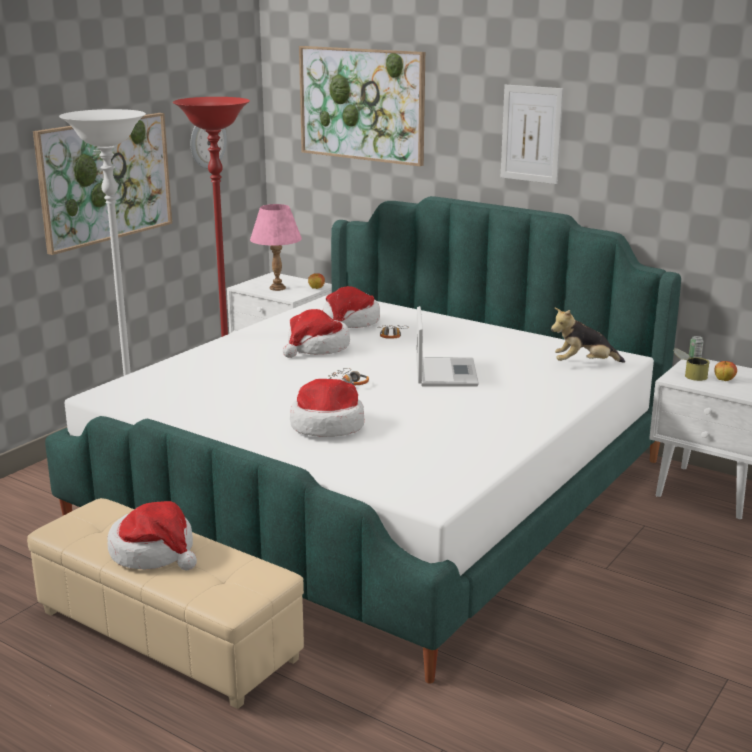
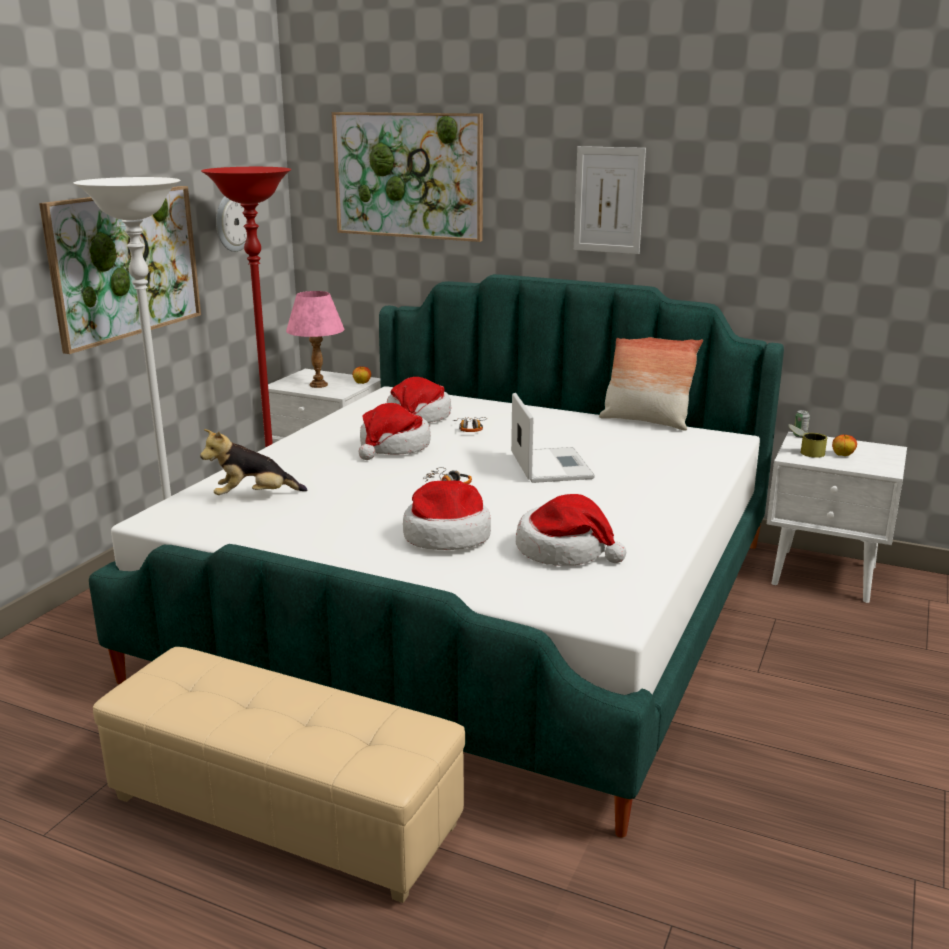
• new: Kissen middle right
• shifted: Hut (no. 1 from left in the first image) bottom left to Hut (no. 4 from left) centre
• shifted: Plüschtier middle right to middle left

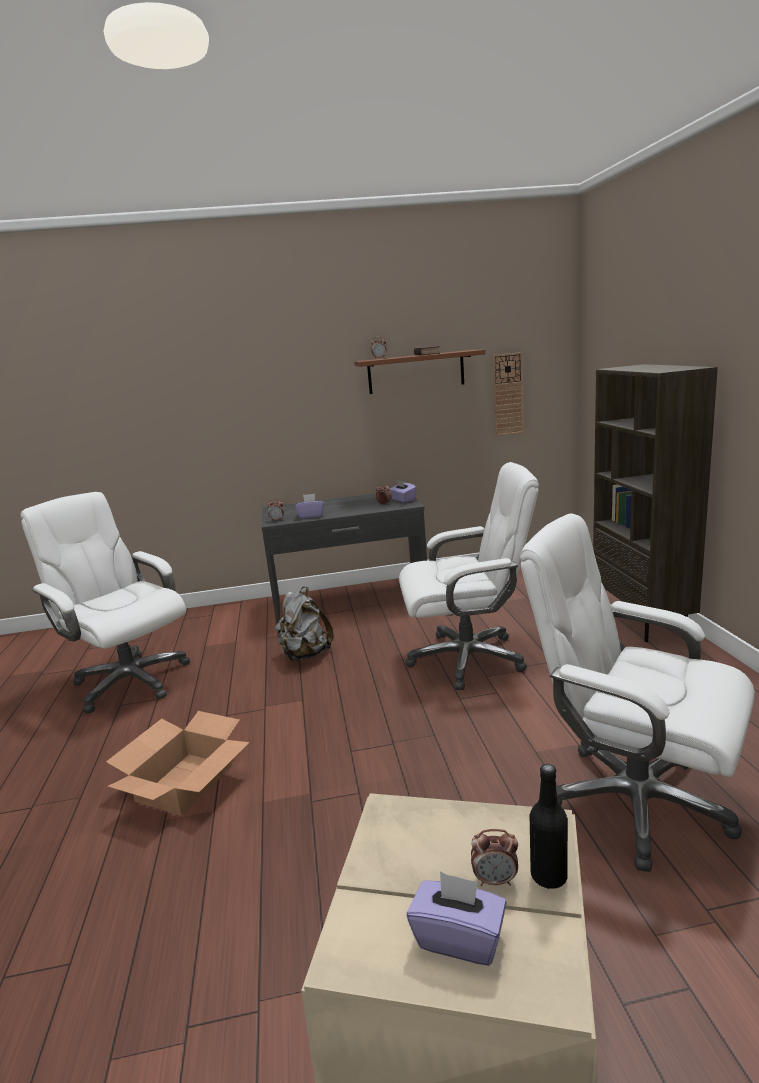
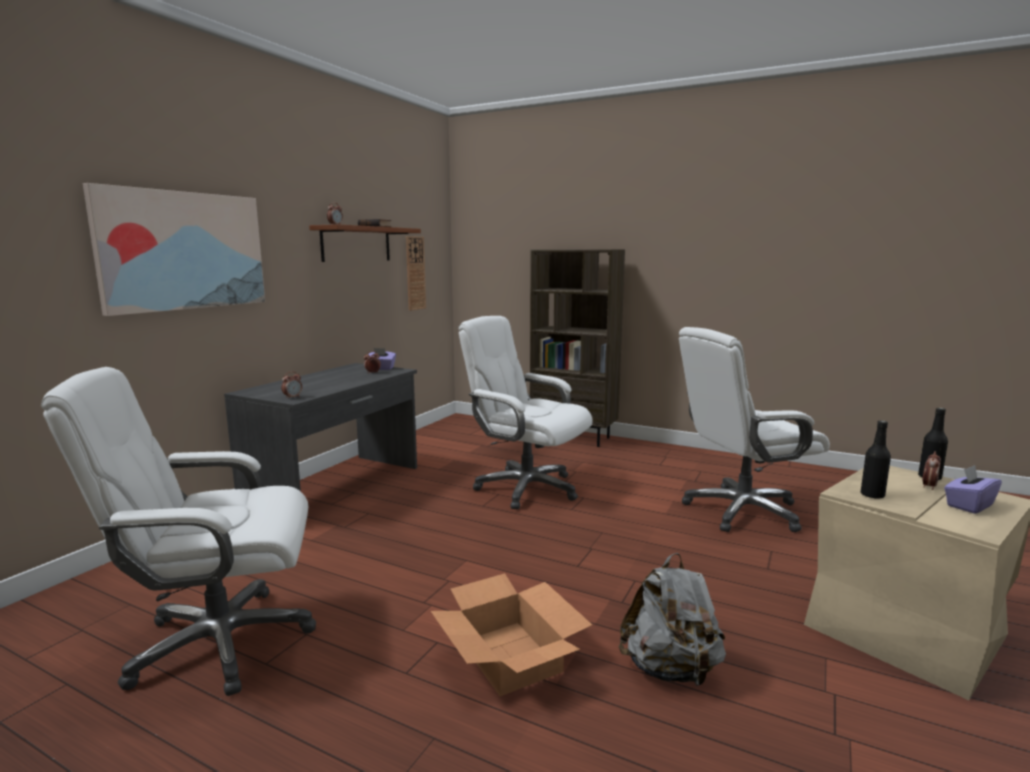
• gone: Taschentuchbox (lila) (no. 1 from left) centre
• new: Bild top left
• new: Flasche (schwarz) (no. 1 from left) middle right
• shifted: Rucksack (grau) centre to bottom centre
• rotated: Bürostuhl (weiß) (no. 2 from left) centre = centre 90 degrees counterclockwise

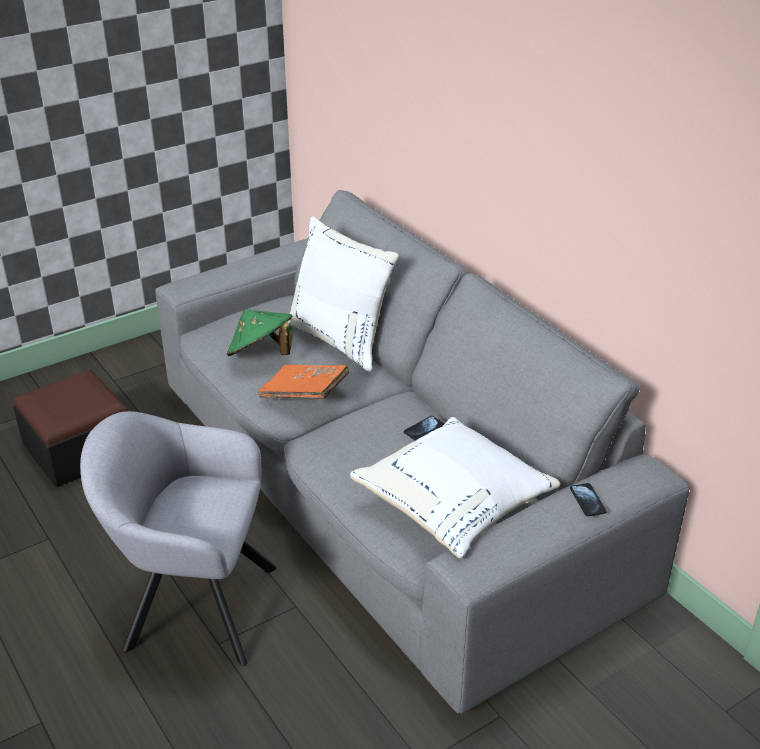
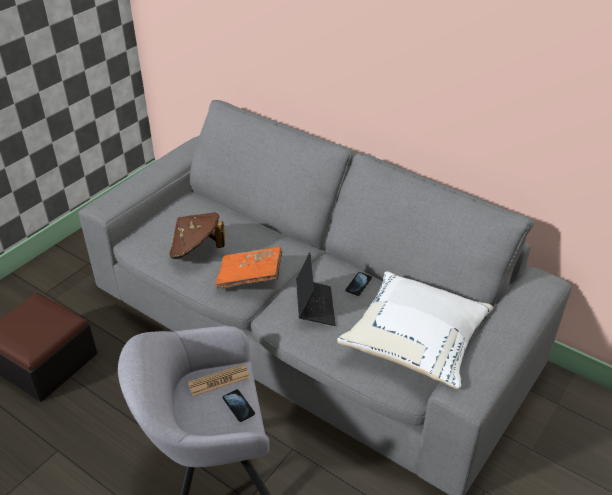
• gone: Kissen (weiß) (no. 1 from left) centre
• new: Zeitung bottom centre
• new: Laptop centre
• shifted: Handy (no. 2 from left in the first image) middle right to Handy (no. 1 from left) bottom centre
• repainted: Hut (grün) centre to Hut (braun) middle left

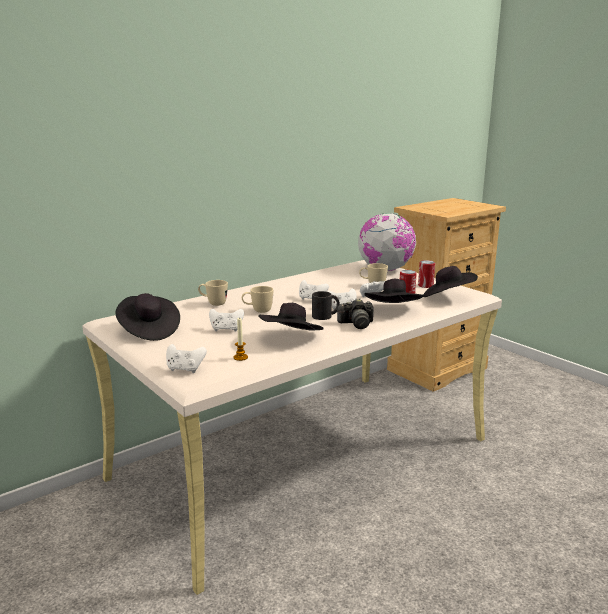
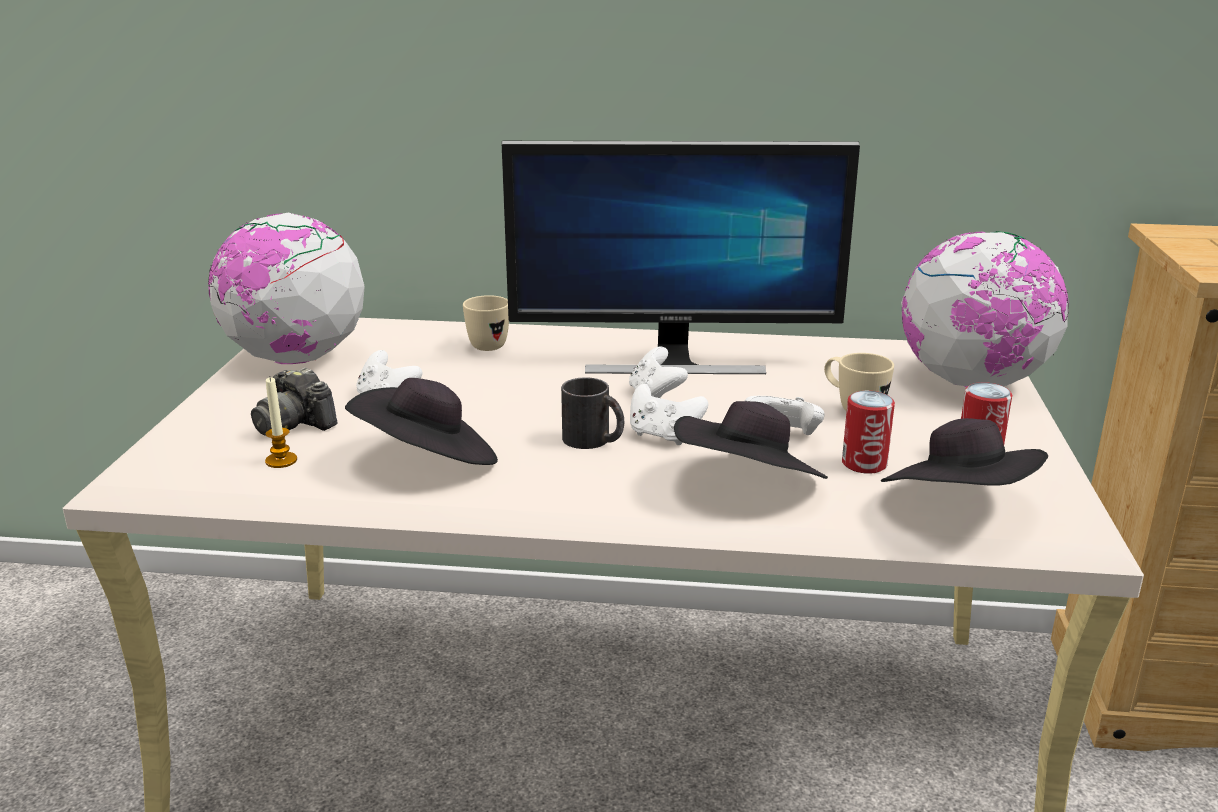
• gone: Gamepad (weiß) (no. 1 from left) middle left
• gone: Henkelbecher (beige) (no. 2 from left) centre
• new: Monitor top centre
• shifted: Kamera centre to middle left
• swapped: Hut (schwarz) (no. 1 from left) middle left to Globus (no. 1 from left) middle left

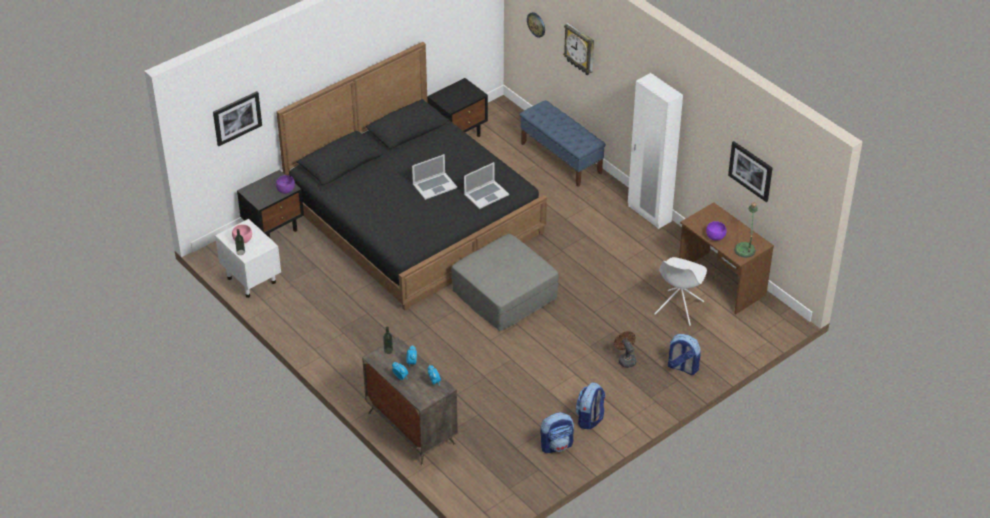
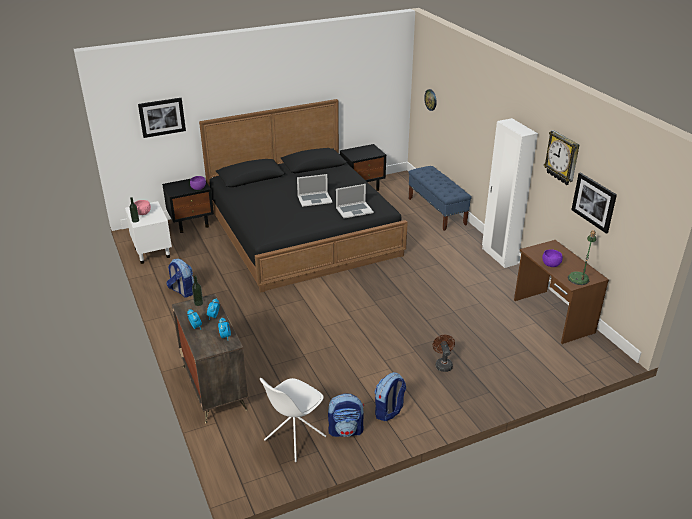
• gone: Polsterhocker (grau) centre
• shifted: Wanduhr (no. 2 from left) top centre to top right
• shifted: Stuhl (weiß) middle right to bottom centre
• shifted: Rucksack (no. 3 from left in the first image) bottom right to Rucksack (no. 1 from left) middle left

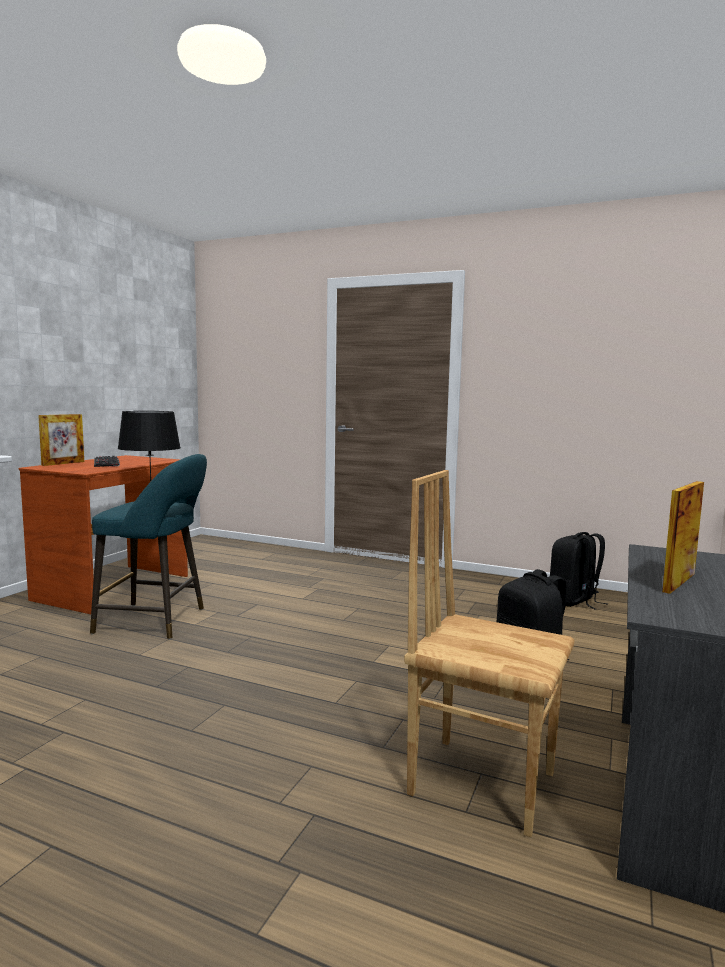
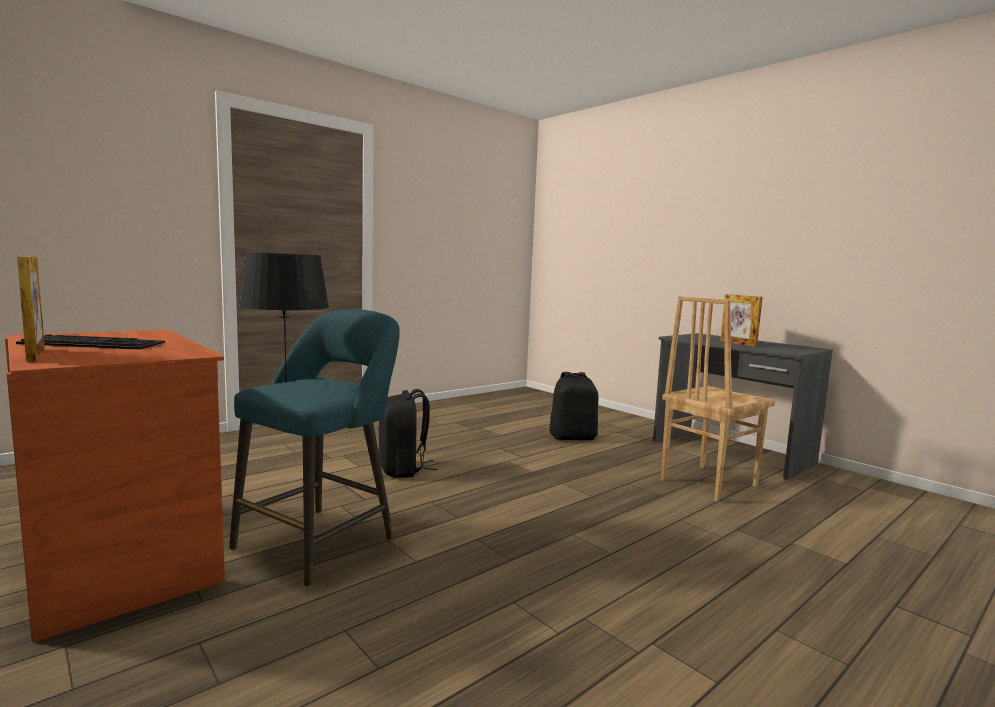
• shifted: Rucksack (schwarz) (no. 2 from left in the first image) middle right to Rucksack (schwarz) (no. 1 from left) centre

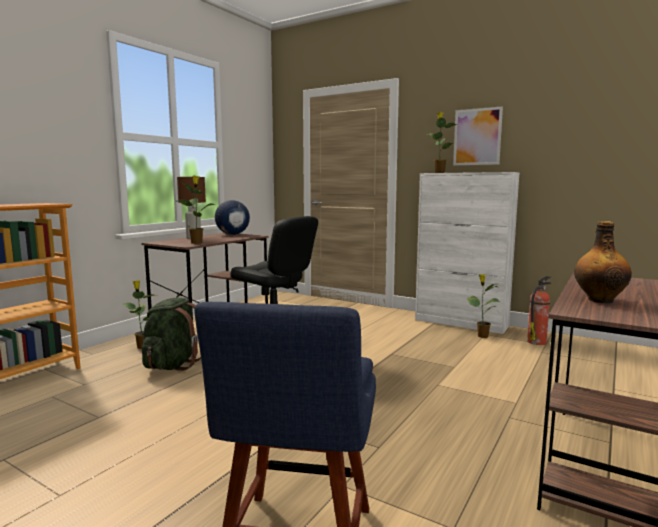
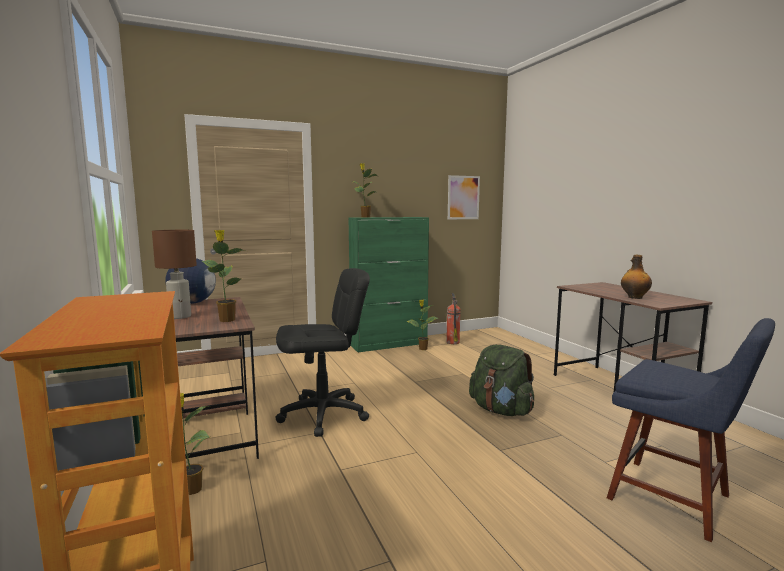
• shifted: Rucksack (grün) middle left to centre
• shifted: Bild top right to centre
• repainted: Schrank (weiß) middle right to Schrank (grün) centre

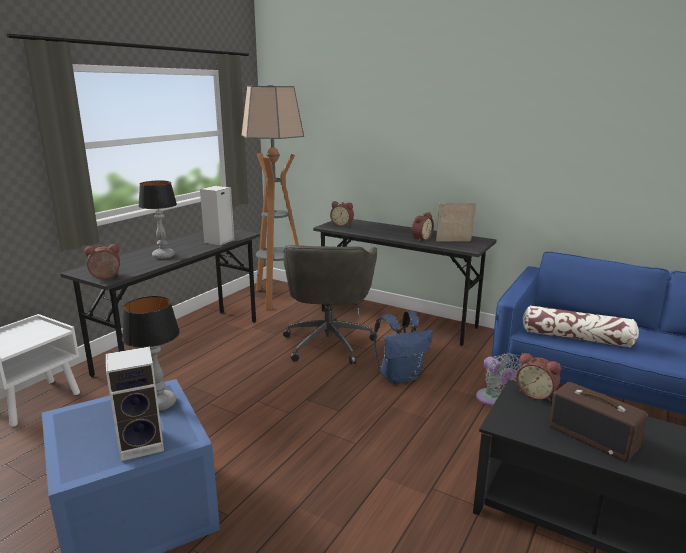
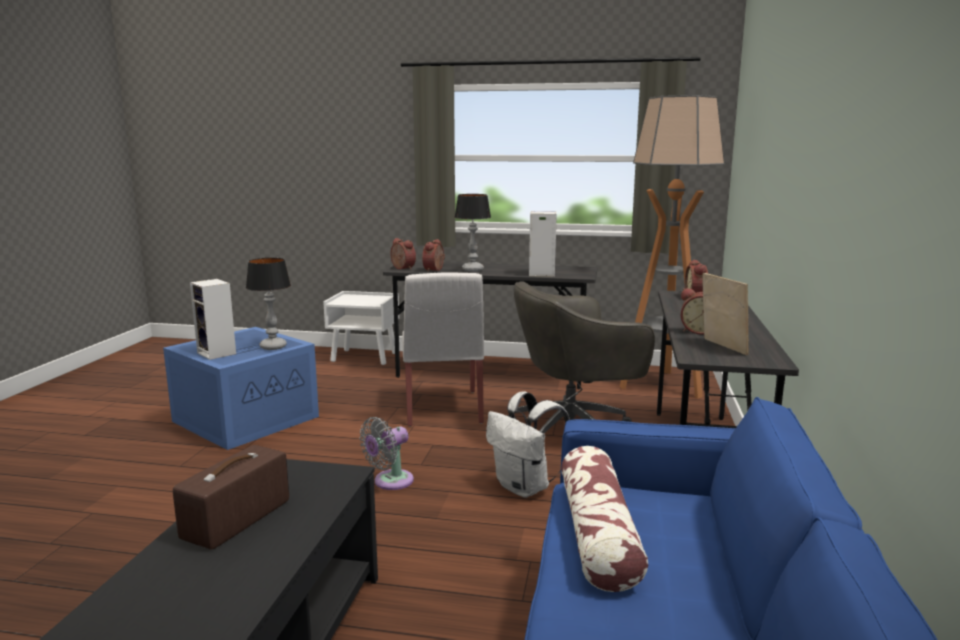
• new: Stuhl (weiß) centre
• shifted: Ventilator (grau) bottom right to bottom centre
• shifted: Wecker (no. 4 from left in the first image) bottom right to Wecker (no. 2 from left) centre
• repainted: Rucksack (blau) centre to Rucksack (weiß) bottom centre

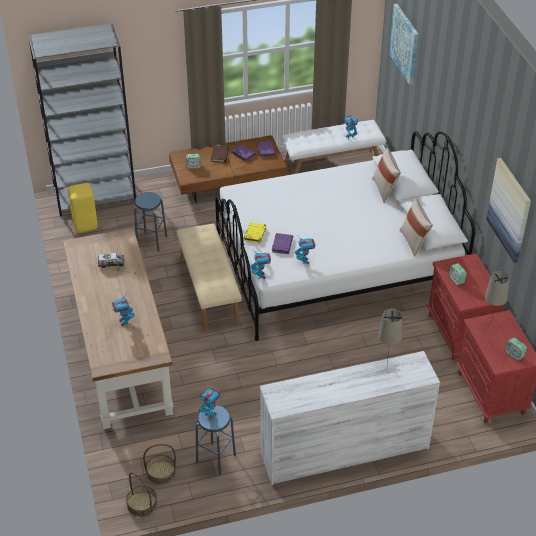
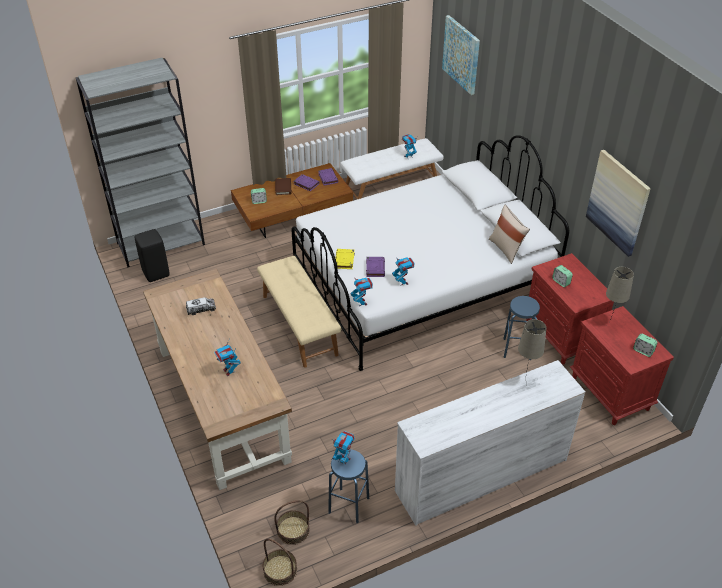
• gone: Kissen (beige) (no. 1 from left) top right
• shifted: Hocker (blau) (no. 1 from left in the first image) middle left to Hocker (blau) (no. 2 from left) middle right
• repainted: Hocker (gelb) middle left to Hocker (schwarz) middle left

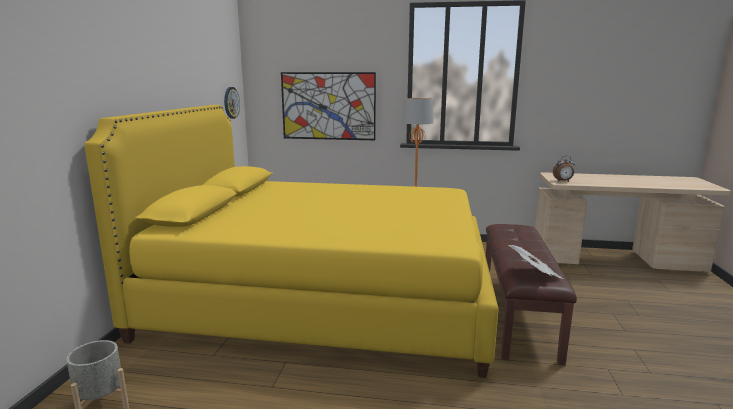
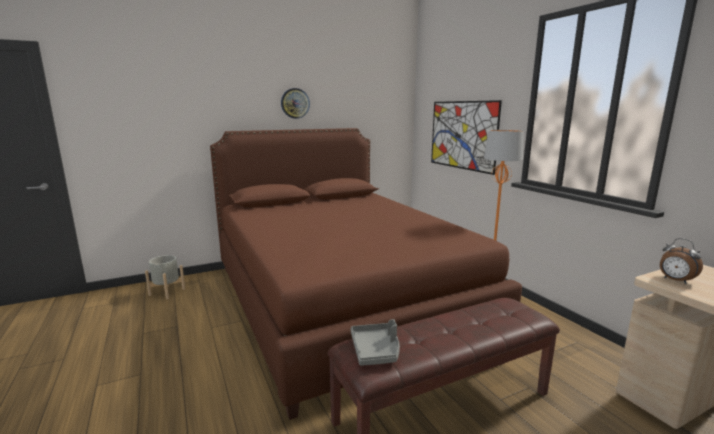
• shifted: Wanduhr top left to top centre
• swapped: Zeitung middle right to Tablett (grau) bottom centre
• repainted: Bett (gelb) centre to Bett (braun) centre

